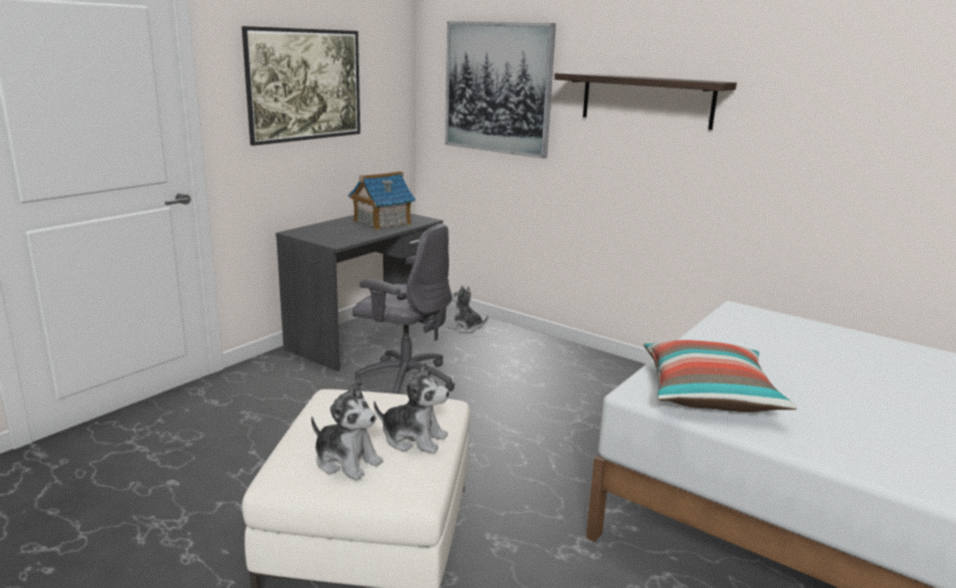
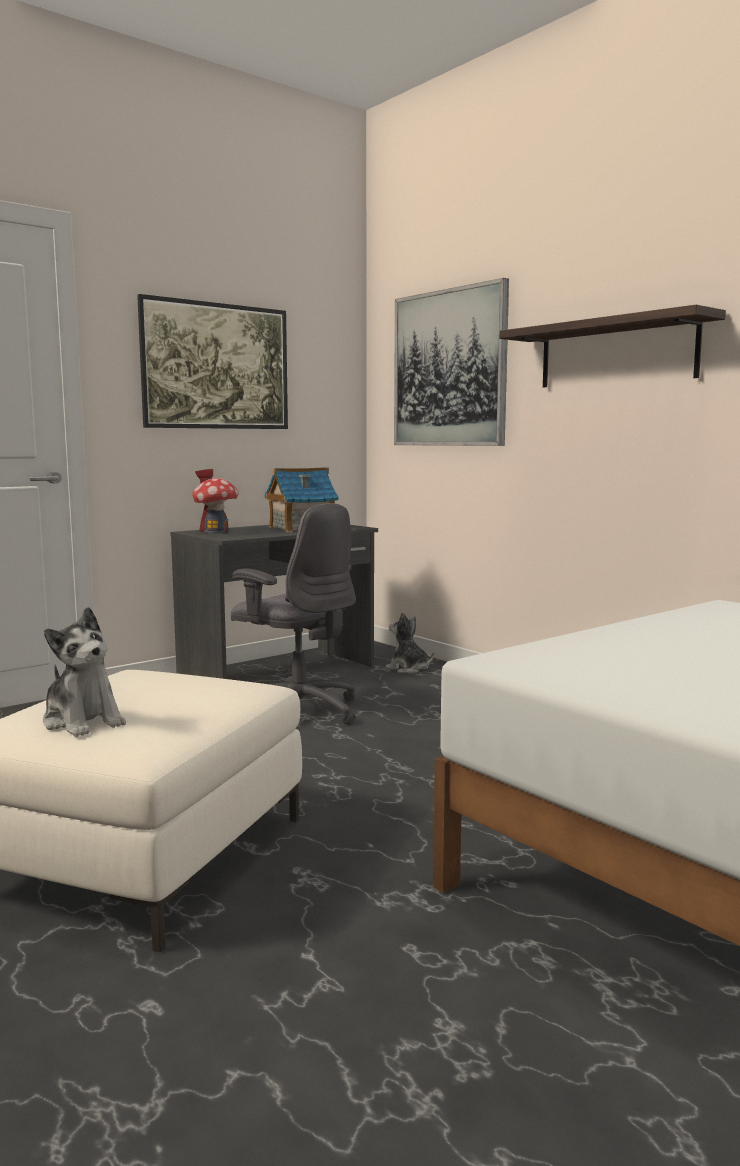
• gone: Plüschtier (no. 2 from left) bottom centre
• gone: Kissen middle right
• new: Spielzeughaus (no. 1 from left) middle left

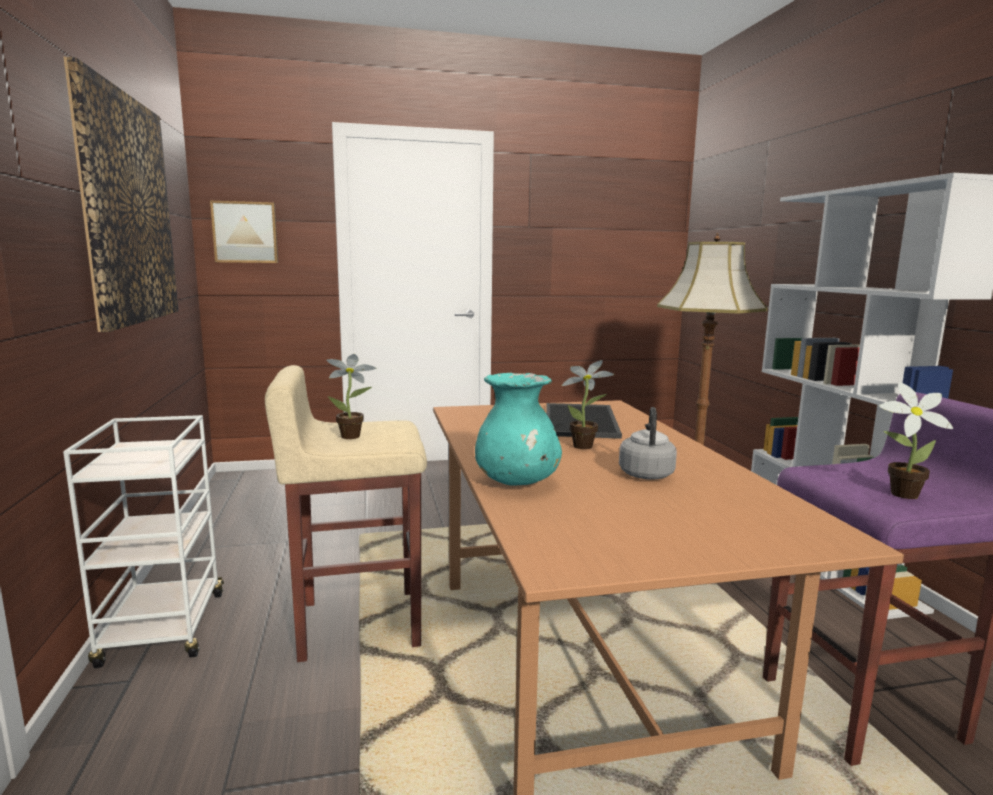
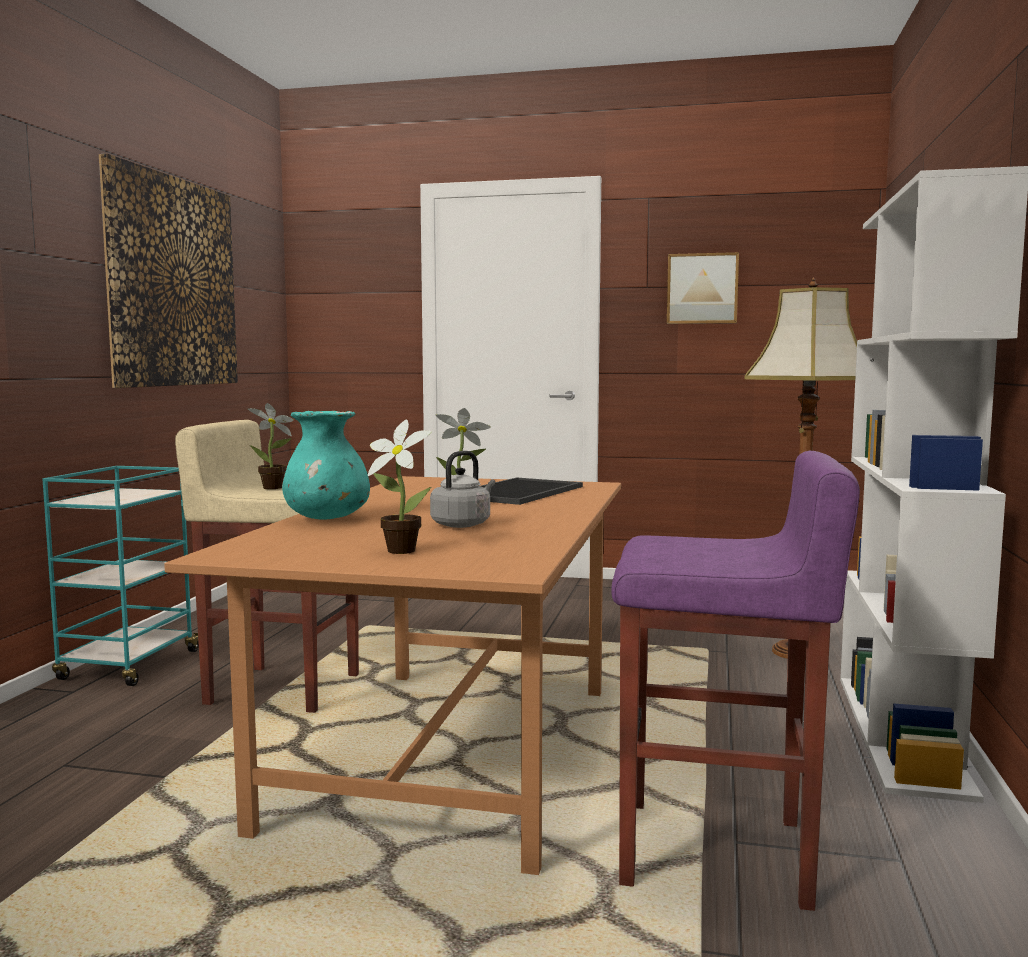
• shifted: Bild (no. 2 from left) top left to top right
• shifted: Topfpflanze (no. 3 from left in the first image) middle right to Topfpflanze (no. 2 from left) centre
• repainted: Rollwagen (weiß) bottom left to Rollwagen (türkis) middle left

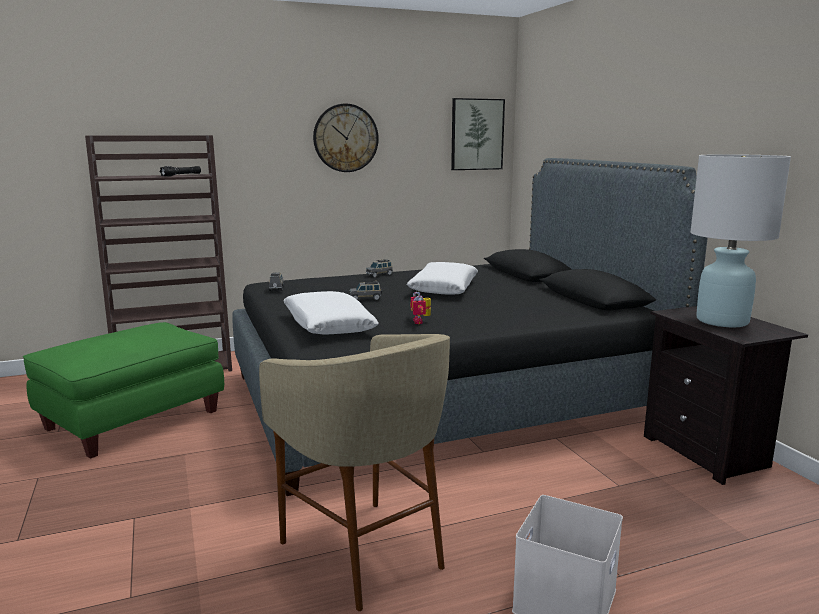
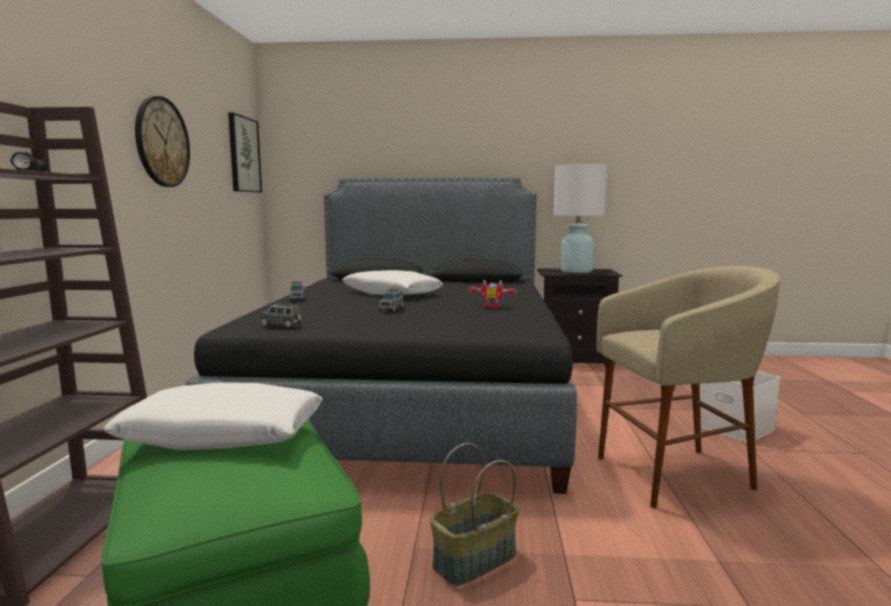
• new: Korb bottom centre
• shifted: Kissen (weiß) (no. 1 from left) centre to bottom left

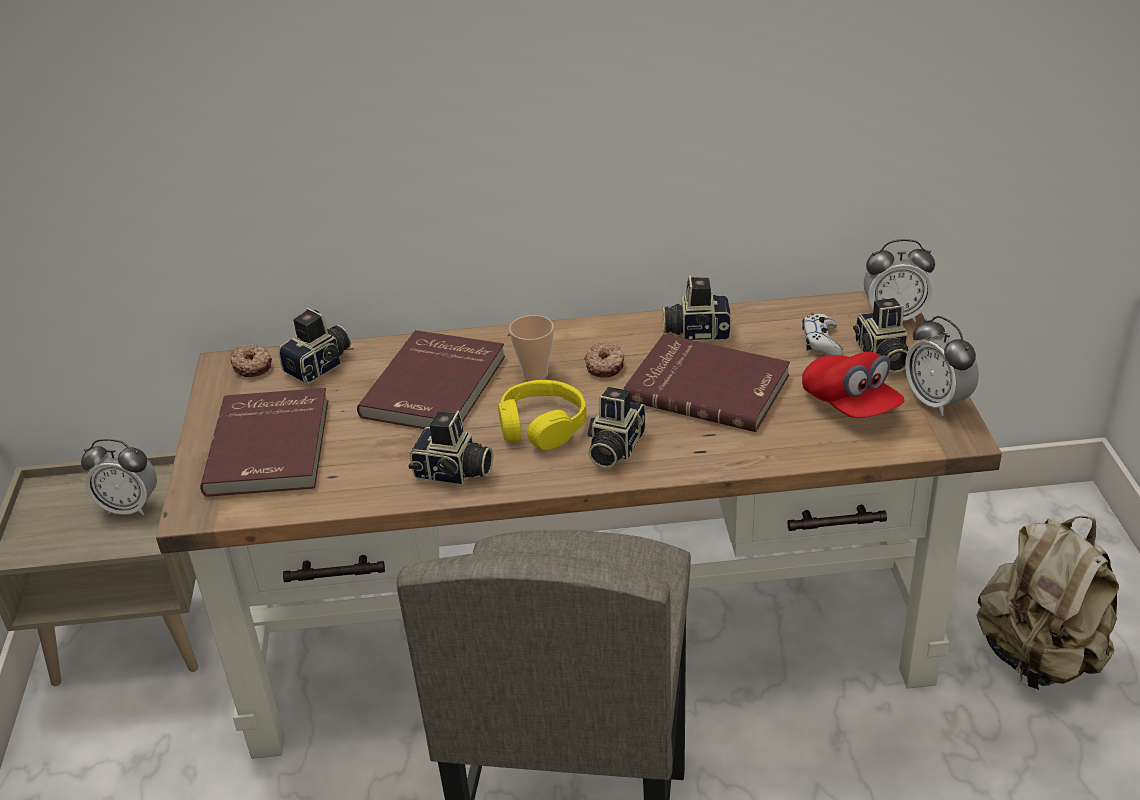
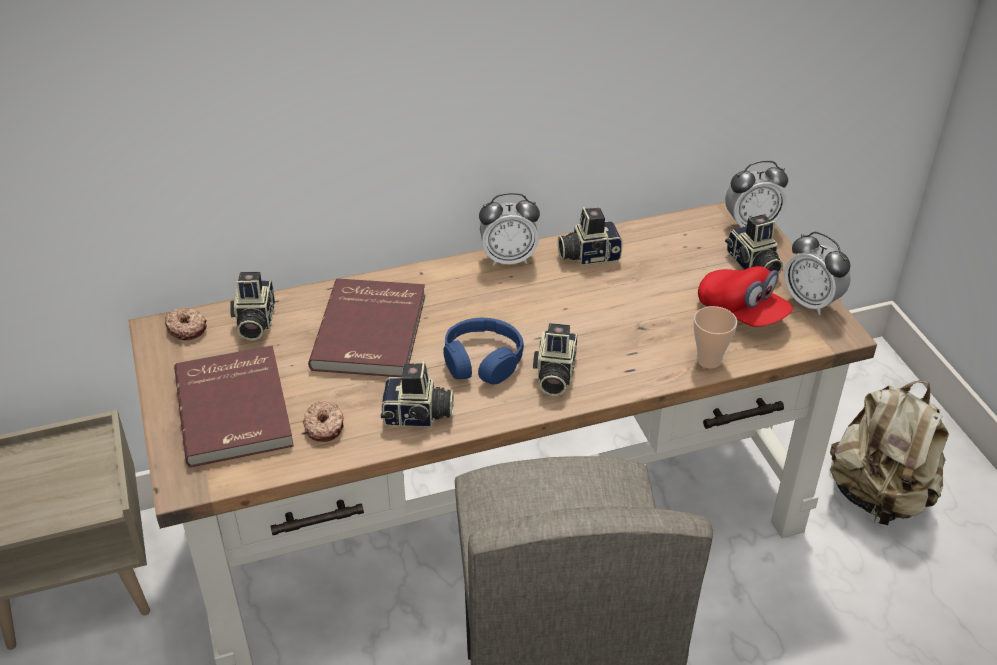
• gone: Buch (rot) (no. 3 from left) centre
• gone: Gamepad (weiß) middle right
• shifted: Wecker (no. 1 from left) middle left to centre
• shifted: Tasse centre to middle right
• shifted: Donut (no. 2 from left) centre to middle left
• repainted: Kopfhörer (gelb) centre to Kopfhörer (blau) centre
• rotated: Kamera (no. 1 from left) middle left = middle left 150 degrees clockwise

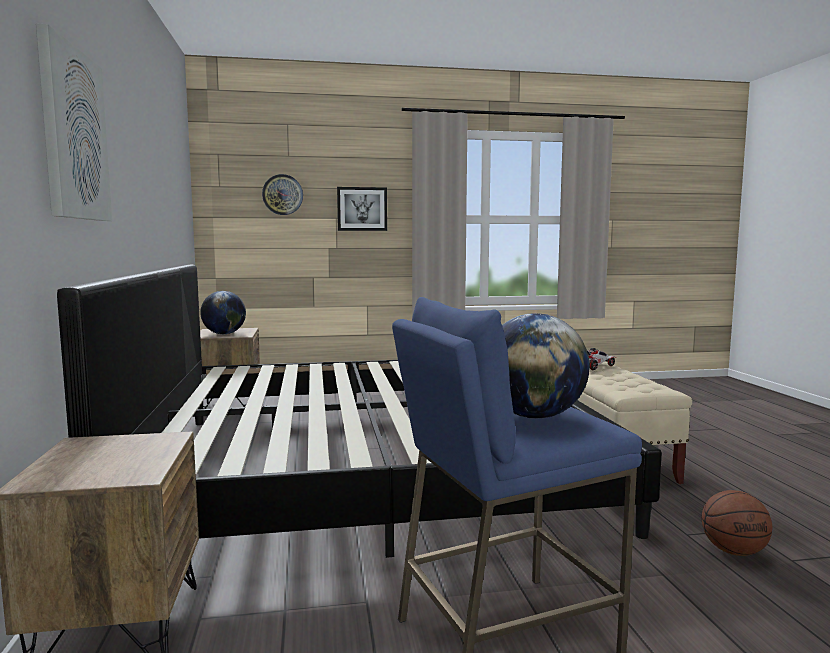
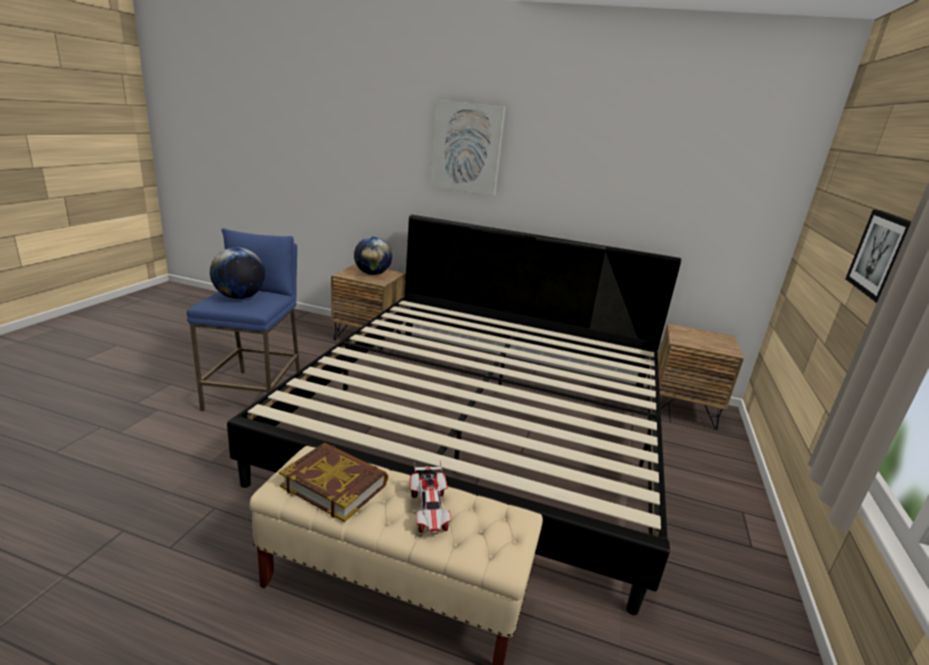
• gone: Wanduhr top centre
• gone: Basketball bottom right
• new: Buch bottom centre
• shifted: Globus (no. 1 from left in the first image) middle left to Globus (no. 2 from left) centre

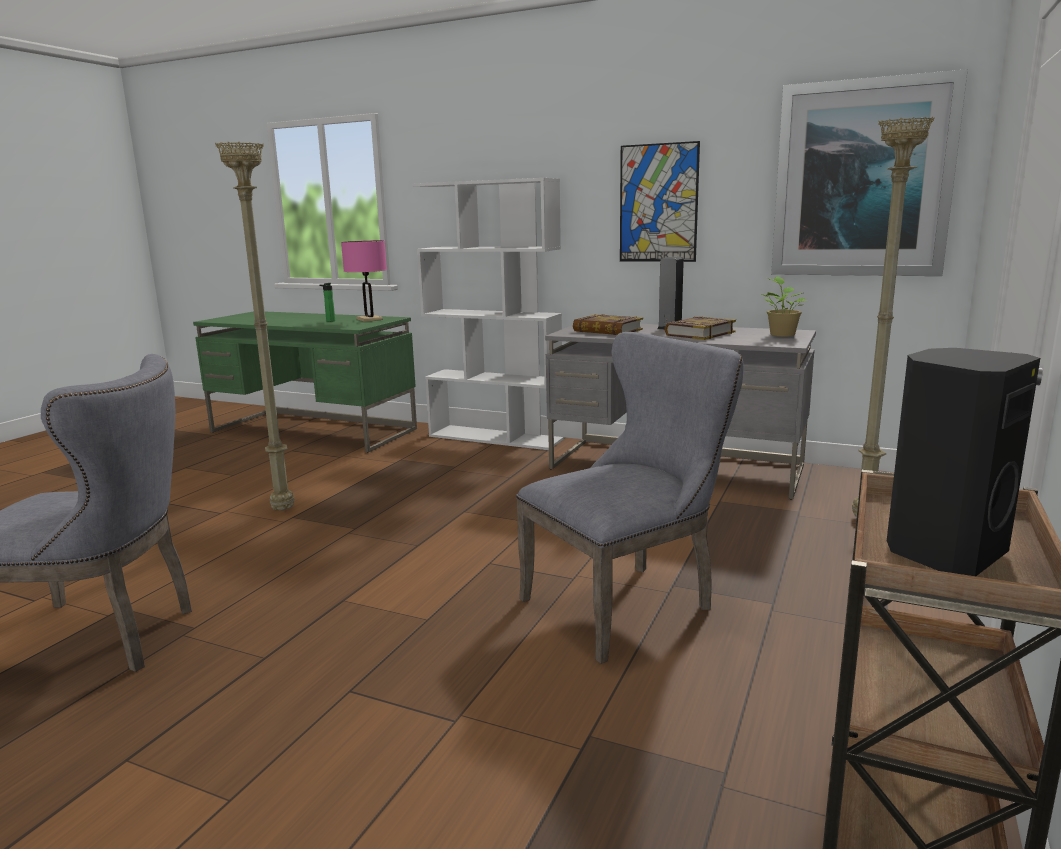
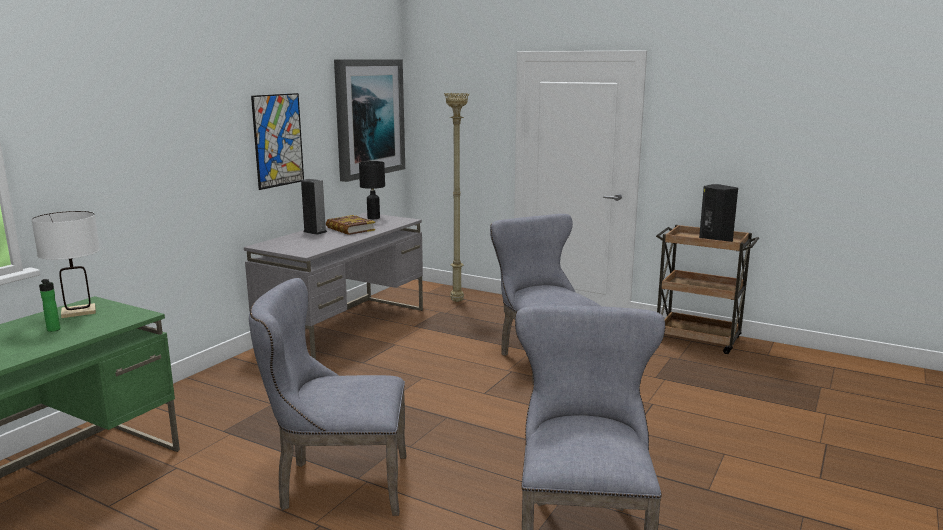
• gone: Bücherregal (weiß) centre
• gone: Buch (no. 1 from left) centre
• swapped: Stehlampe (beige) (no. 1 from left) middle left to Stuhl (grau) (no. 1 from left) bottom centre
• swapped: Topfpflanze middle right to Tischlampe (schwarz) centre
• repainted: Tischlampe (rosa) top centre to Tischlampe (weiß) middle left

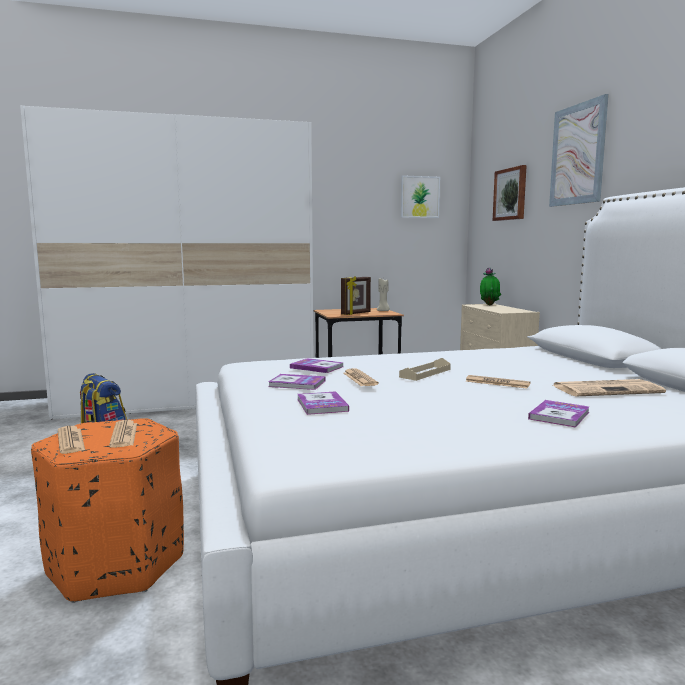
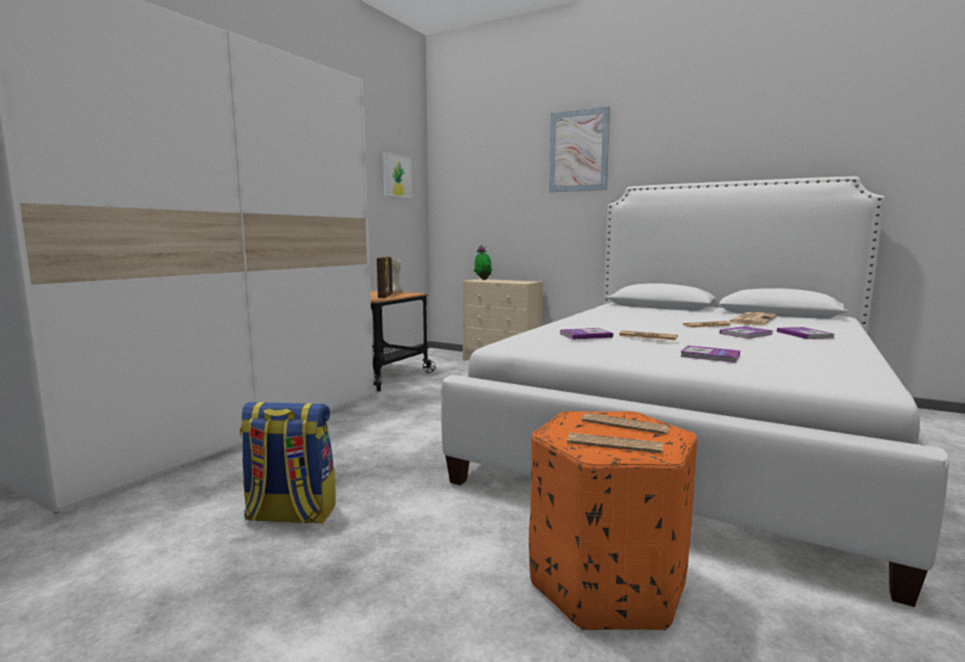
• gone: Tablett (beige) centre
• gone: Bild (no. 2 from left) top right
• shifted: Buch (no. 1 from left in the first image) centre to Buch (no. 3 from left) middle right

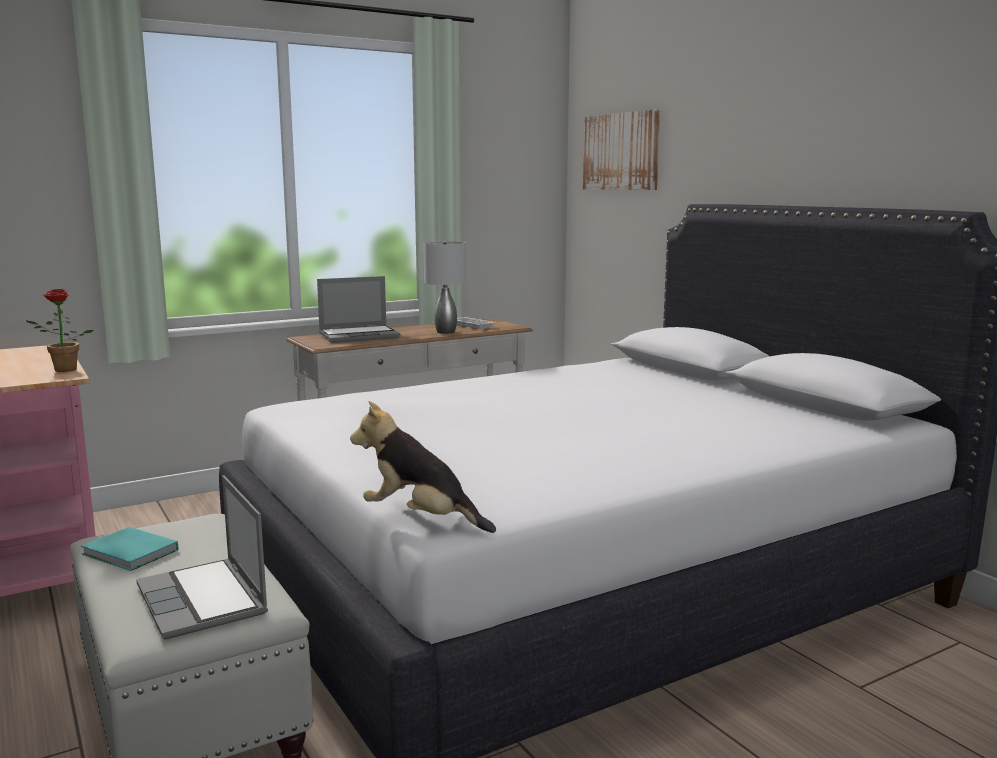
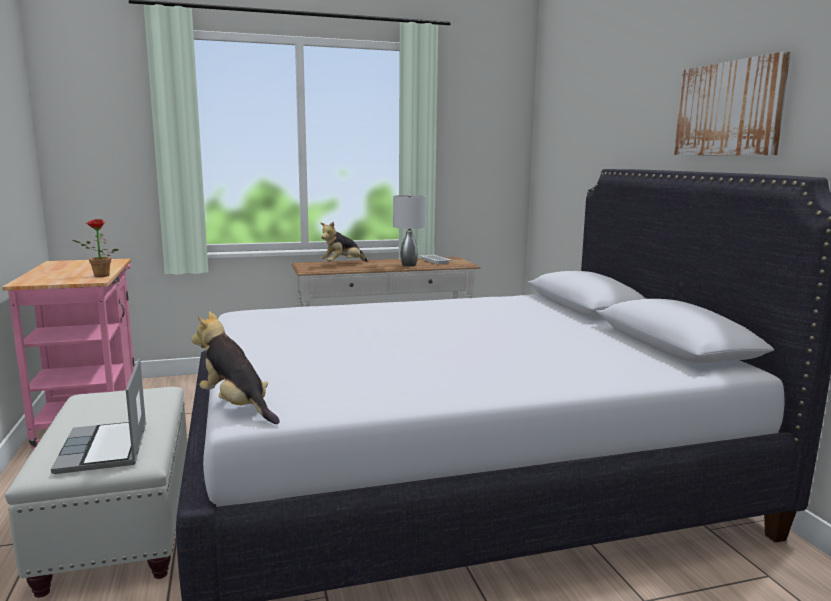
• gone: Buch (türkis) bottom left
• shifted: Bild top centre to top right
• swapped: Laptop (no. 2 from left) centre to Plüschtier (no. 2 from left) centre

